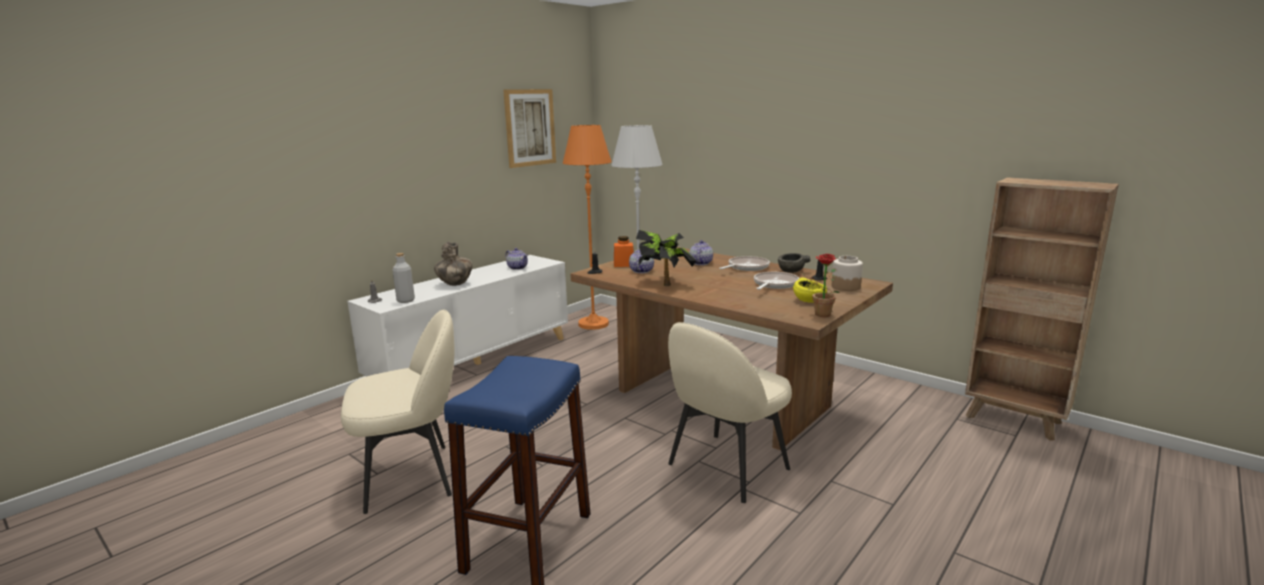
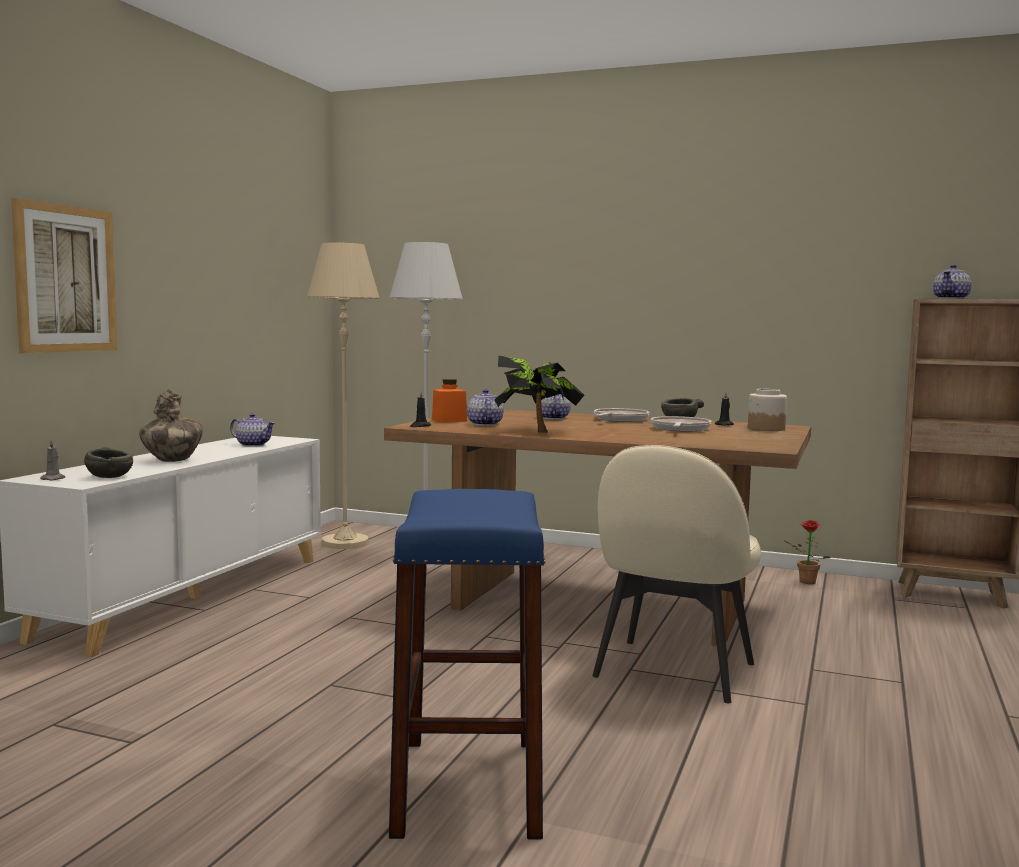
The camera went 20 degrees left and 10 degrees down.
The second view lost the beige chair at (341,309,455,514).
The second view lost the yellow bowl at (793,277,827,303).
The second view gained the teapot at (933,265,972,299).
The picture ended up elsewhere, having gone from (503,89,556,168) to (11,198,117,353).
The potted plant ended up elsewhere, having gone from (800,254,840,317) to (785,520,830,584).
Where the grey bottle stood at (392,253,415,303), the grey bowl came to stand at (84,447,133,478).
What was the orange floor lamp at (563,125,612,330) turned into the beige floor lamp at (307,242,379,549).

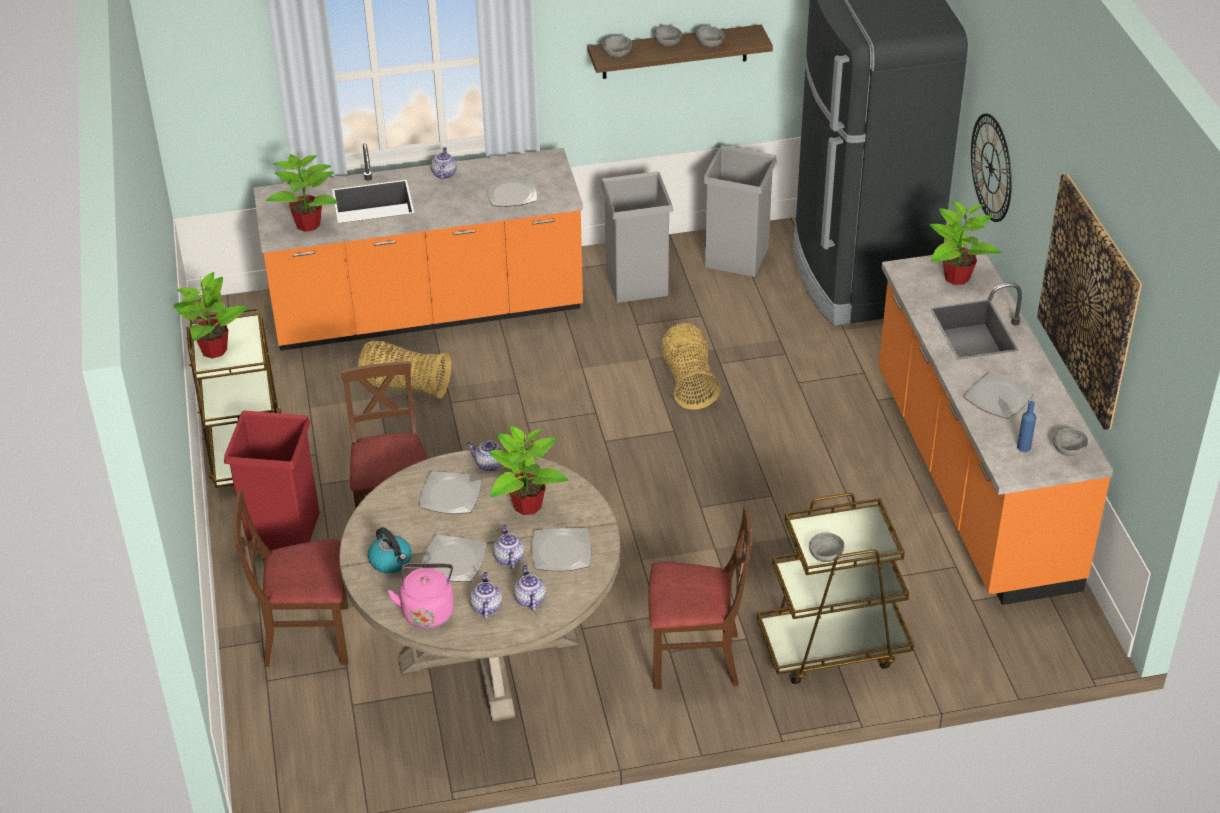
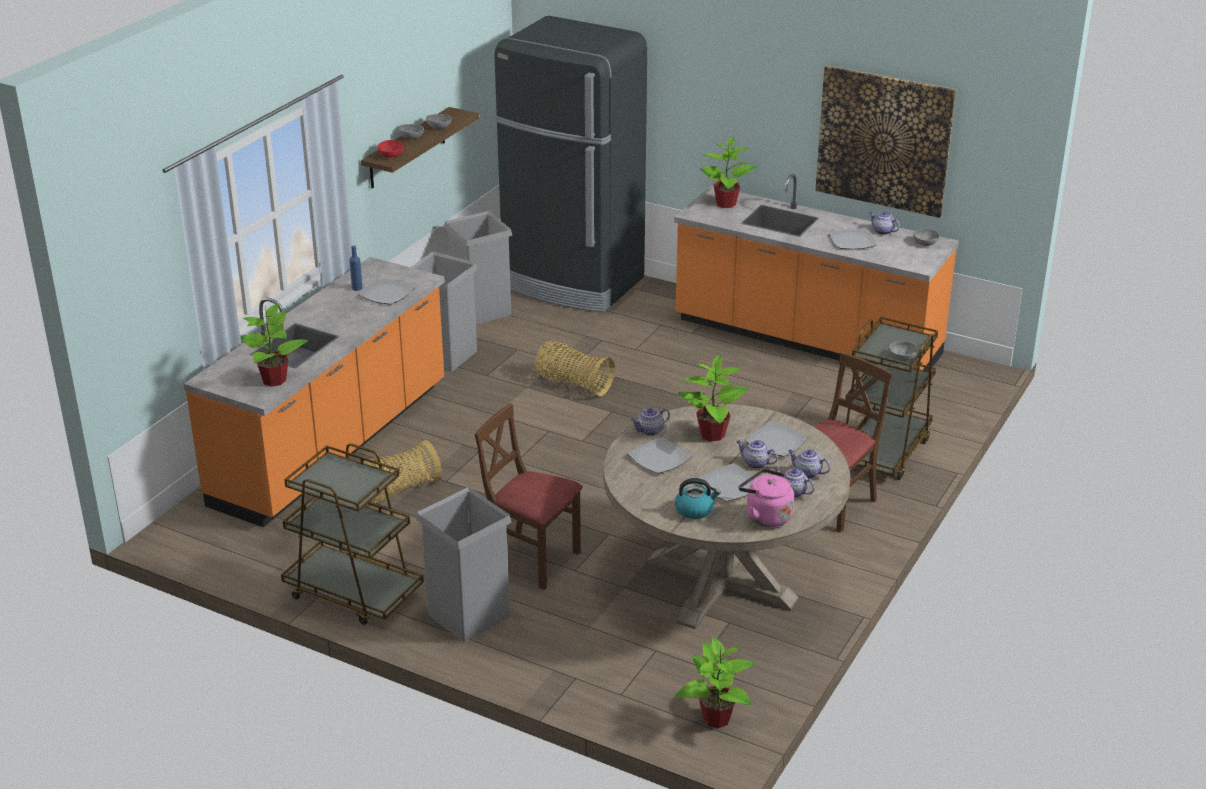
The camera went 50 degrees left and 10 degrees down.
The second view lost the brown chair at (233,490,348,667).
The second view lost the wall clock at (971,113,1012,222).
The potted plant ended up elsewhere, having gone from (174,272,248,358) to (676,637,755,728).
The teapot ended up elsewhere, having gone from (431,147,457,180) to (869,212,900,235).
The blue bottle ended up elsewhere, having gone from (1017,401,1036,452) to (349,246,363,291).
What was the red trash can at (224,411,320,551) turned into the grey trash can at (416,487,511,642).
What was the grey bowl at (602,35,632,57) turned into the red bowl at (377,140,403,158).

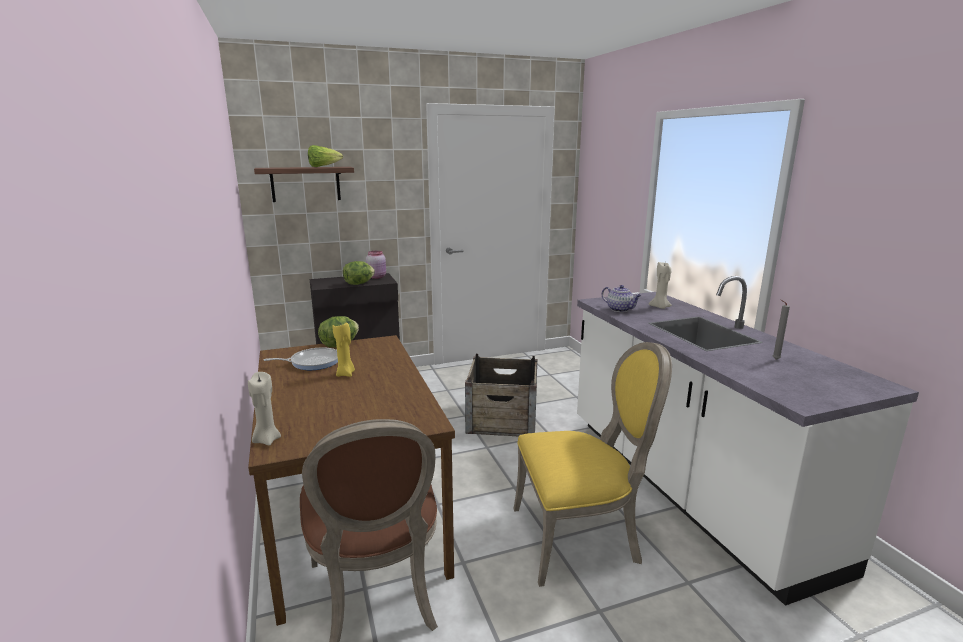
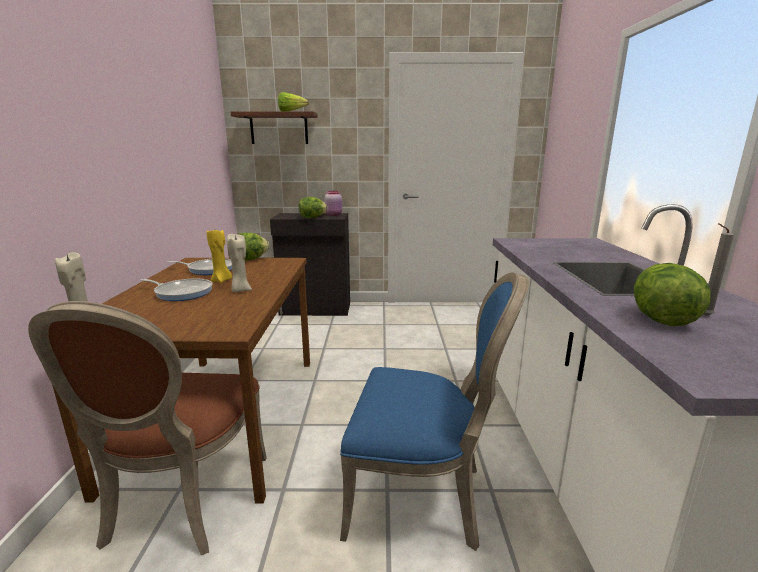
The camera went 20 degrees right and 0 degrees up.
The second view lost the crate at (465,354,537,436).
The second view lost the teapot at (602,285,641,312).
The second view gained the frying pan at (141,279,213,301).
The second view gained the lettuce at (634,263,711,326).
The beige candle ended up elsewhere, having gone from (649,262,672,309) to (227,234,252,292).
What was the yellow chair at (513,342,672,587) turned into the blue chair at (340,272,529,551).

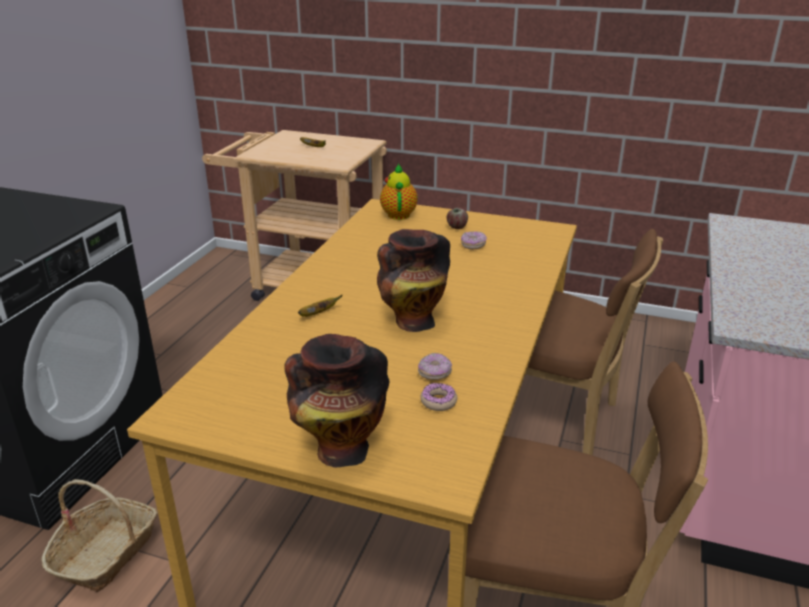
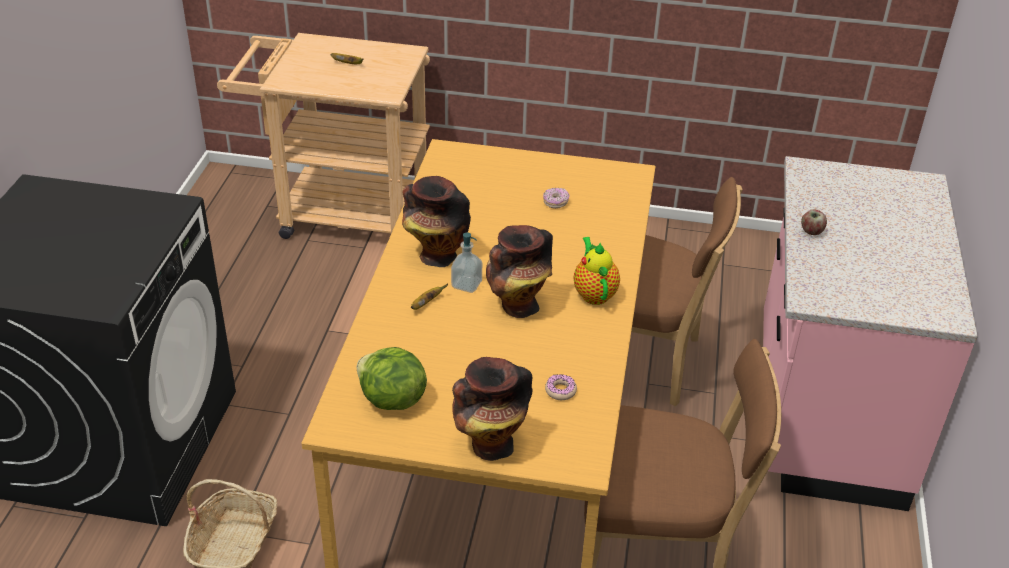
The camera went 10 degrees left and 10 degrees up.
The second view lost the donut at (418,353,452,380).
The second view gained the lettuce at (357,347,427,410).
The second view gained the vase at (402,176,471,267).
The second view gained the soap dispenser at (451,232,482,293).
The teapot ended up elsewhere, having gone from (380,164,418,220) to (574,237,620,305).
The apple ended up elsewhere, having gone from (447,208,468,229) to (801,210,827,235).

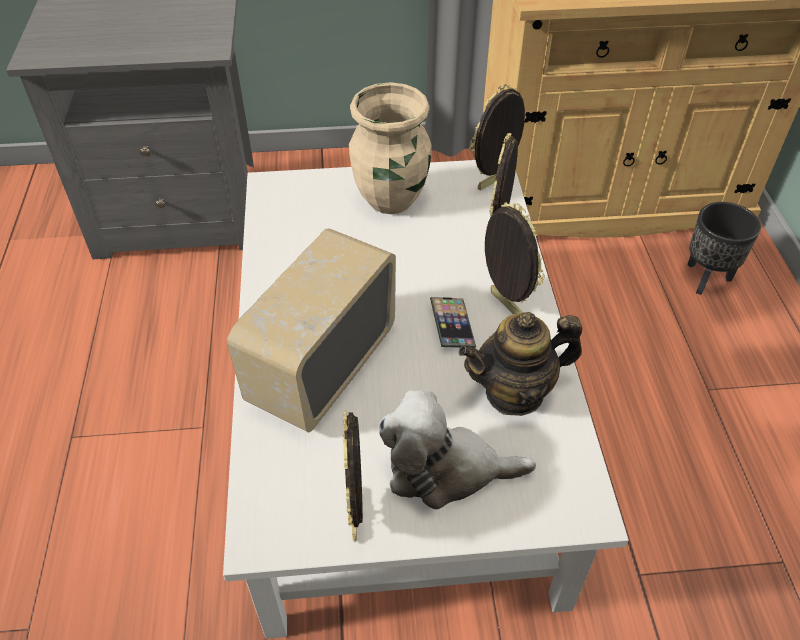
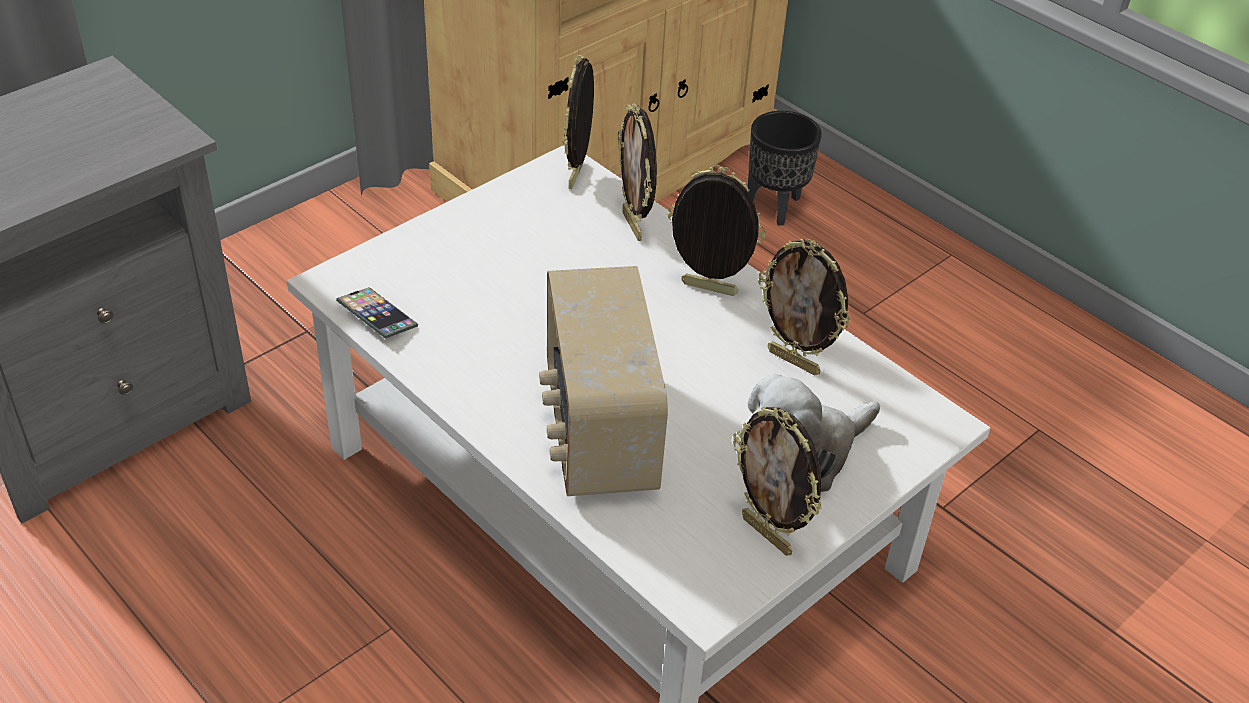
The camera went 40 degrees left and 5 degrees down.
The second view lost the beige vase at (349,82,432,214).
The phone ended up elsewhere, having gone from (430,297,476,348) to (336,287,418,339).
Where the teapot stood at (459,312,582,416), the picture frame came to stand at (758,239,851,375).

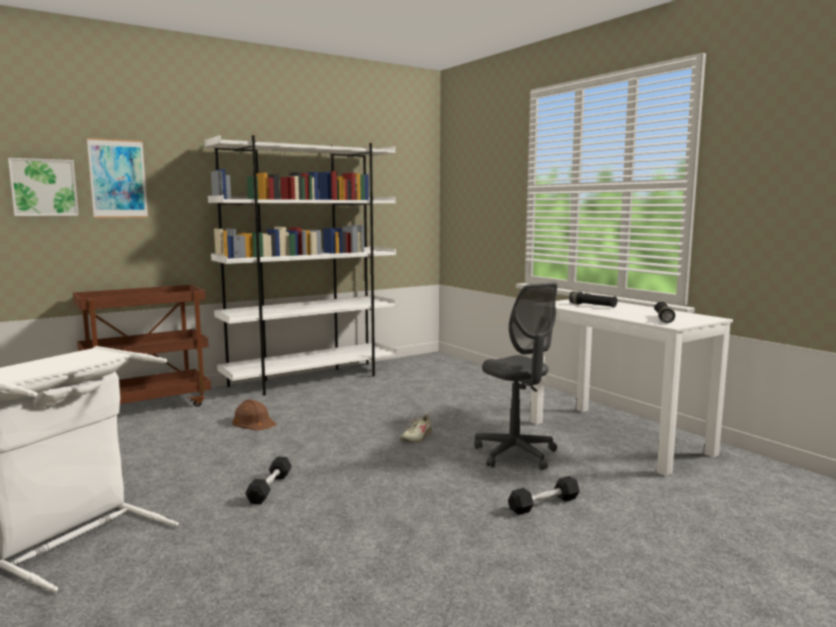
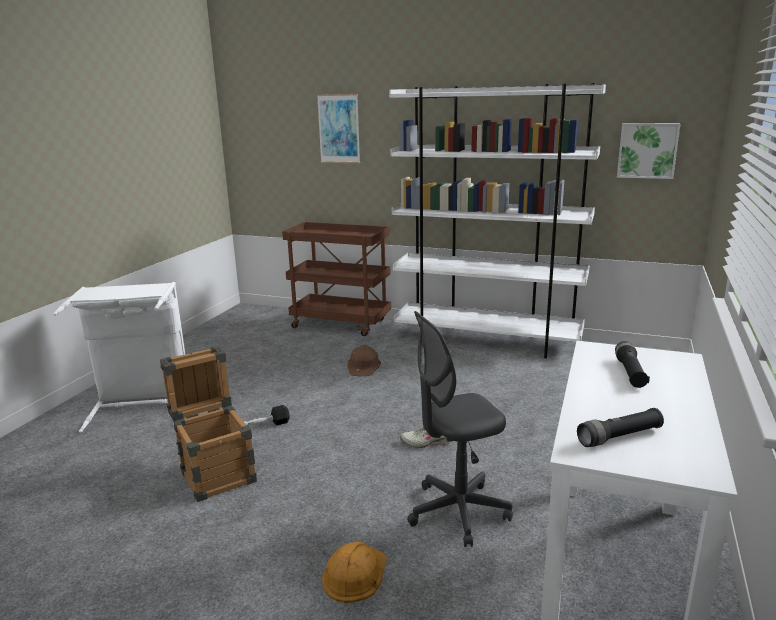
The camera went 55 degrees right and 10 degrees up.
The second view gained the crate at (160,346,257,502).
The picture ended up elsewhere, having gone from (8,158,79,216) to (617,123,681,179).
Where the black dumbbell stood at (508,476,580,515), the orange hard hat came to stand at (322,541,387,603).
The grey office chair at (474,282,558,470) ended up facing another way, 45 degrees clockwise from before.

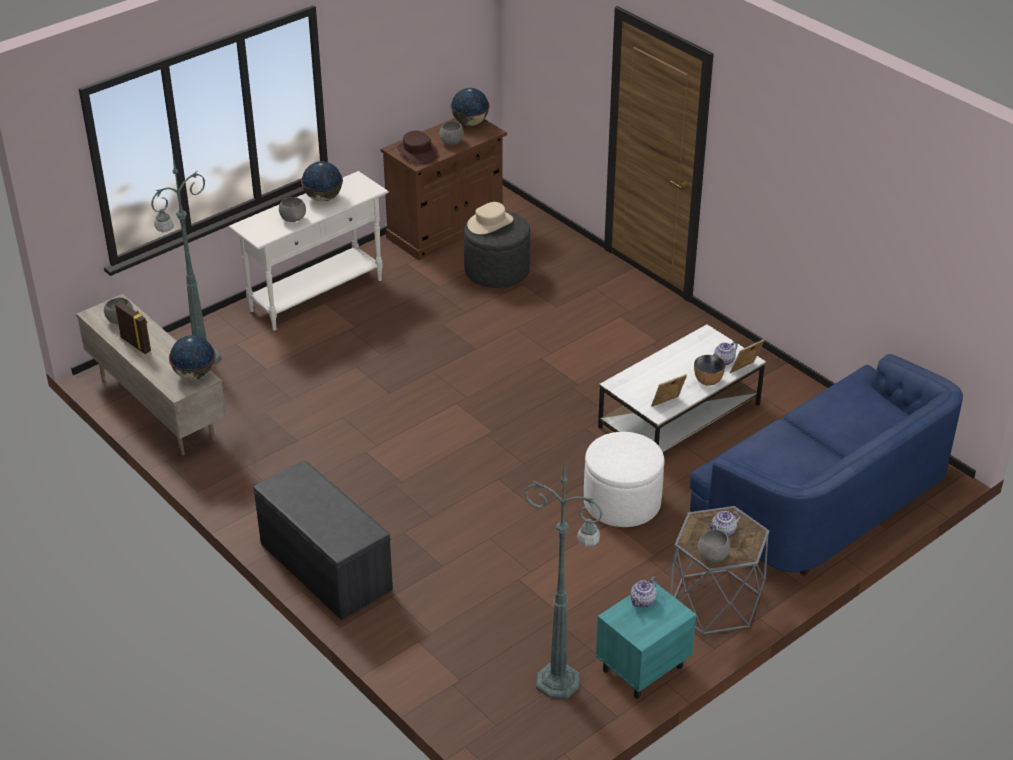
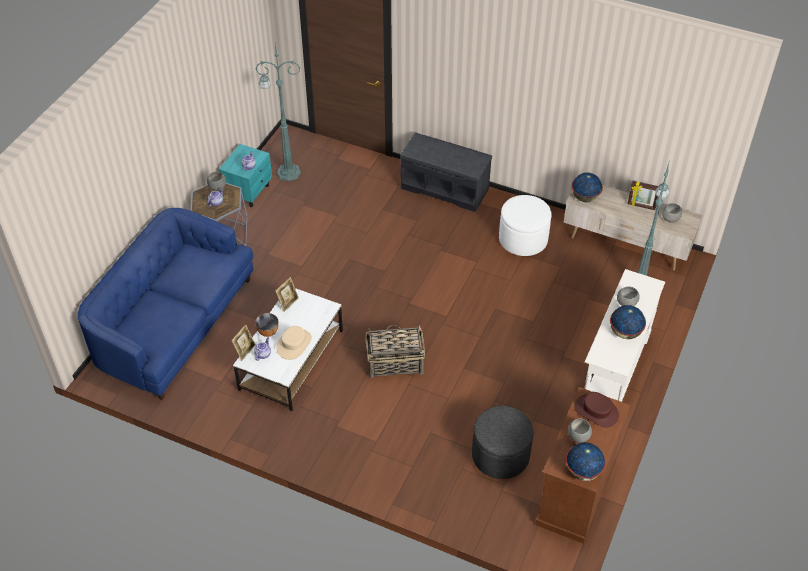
The camera went 155 degrees right and 10 degrees up.
The second view gained the basket at (365,325,425,378).
The beige hat ended up elsewhere, having gone from (467,202,513,235) to (277,326,312,360).
The white ottoman ended up elsewhere, having gone from (584,432,665,527) to (499,195,552,256).

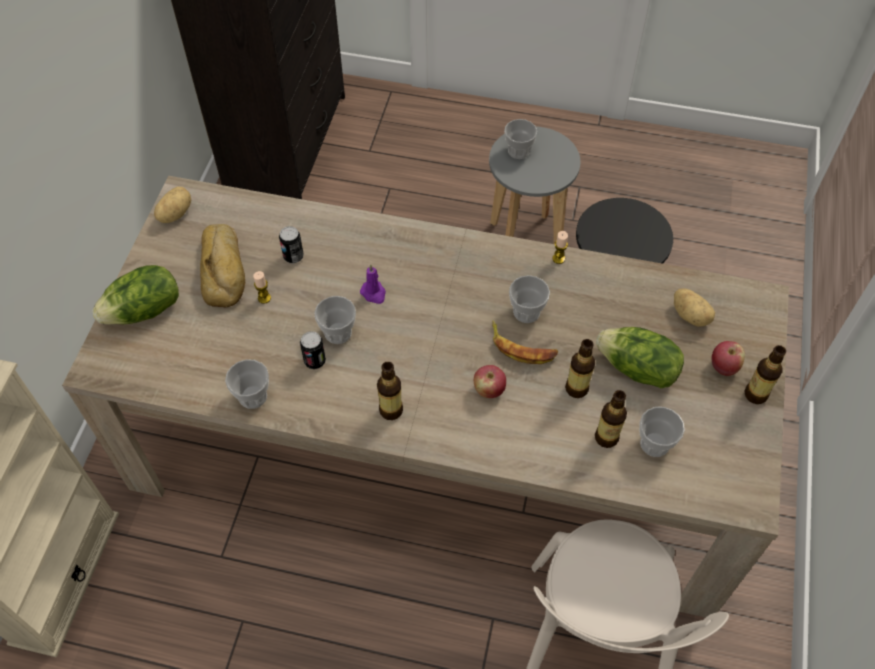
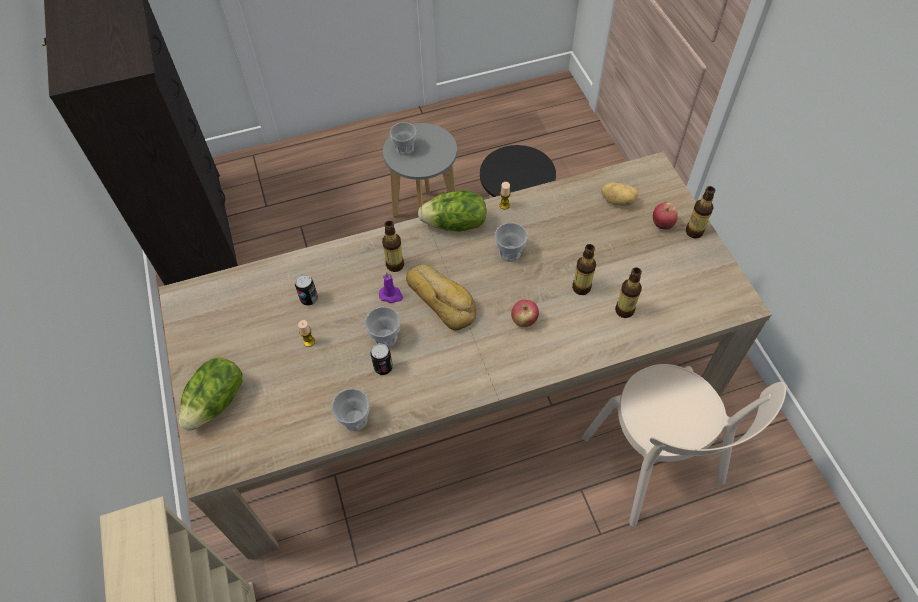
The camera went 30 degrees left and 0 degrees up.
The second view lost the potato at (154,186,191,223).
The second view lost the banana at (492,320,559,364).
The second view lost the cup at (639,407,685,457).
The bread ended up elsewhere, having gone from (200,224,245,307) to (406,264,476,330).
The bottle ended up elsewhere, having gone from (377,362,403,420) to (382,221,404,272).
The lettuce ended up elsewhere, having gone from (596,327,684,388) to (418,190,487,232).

